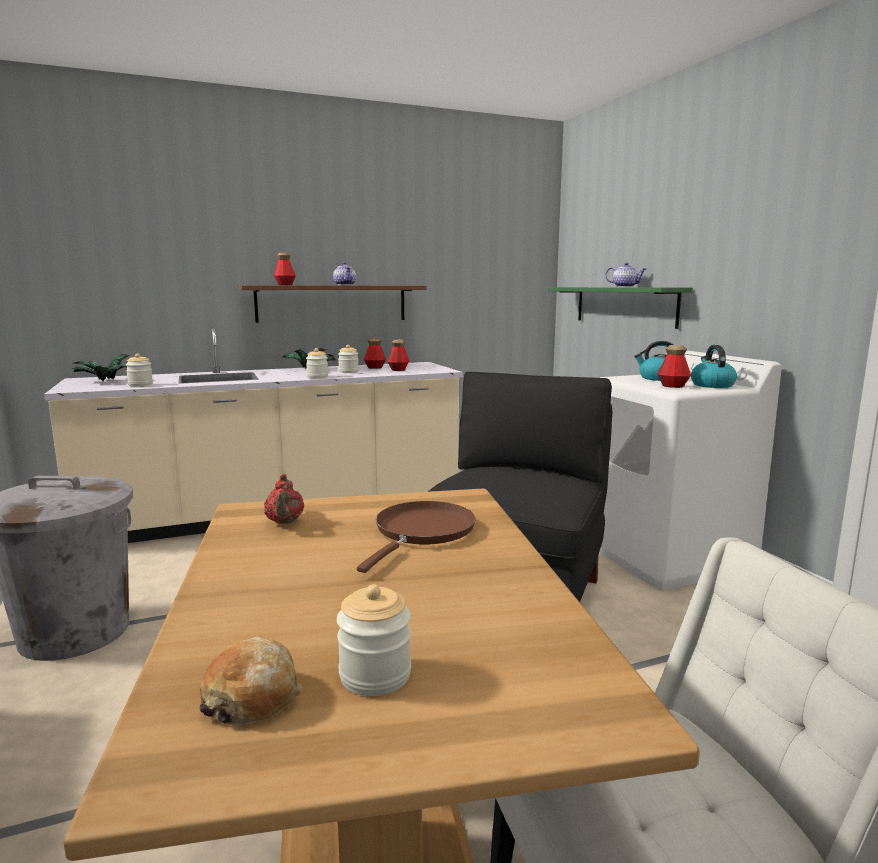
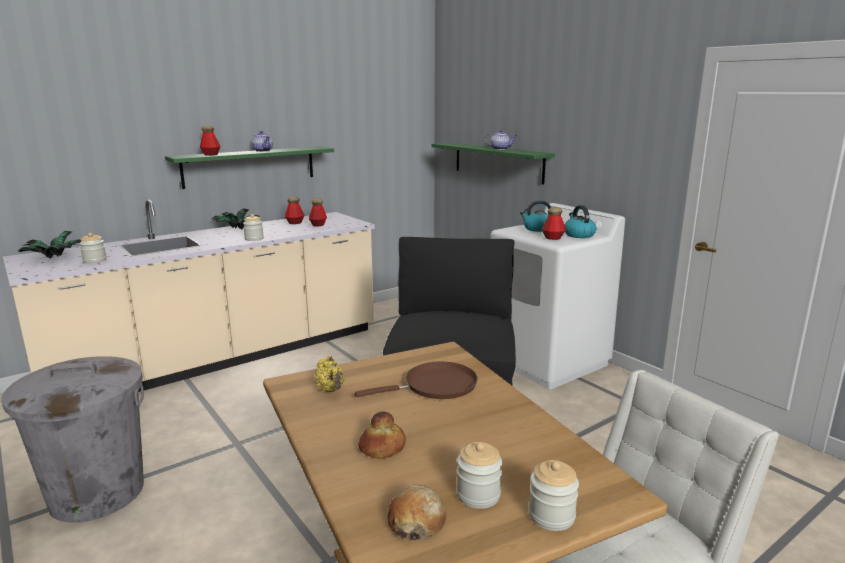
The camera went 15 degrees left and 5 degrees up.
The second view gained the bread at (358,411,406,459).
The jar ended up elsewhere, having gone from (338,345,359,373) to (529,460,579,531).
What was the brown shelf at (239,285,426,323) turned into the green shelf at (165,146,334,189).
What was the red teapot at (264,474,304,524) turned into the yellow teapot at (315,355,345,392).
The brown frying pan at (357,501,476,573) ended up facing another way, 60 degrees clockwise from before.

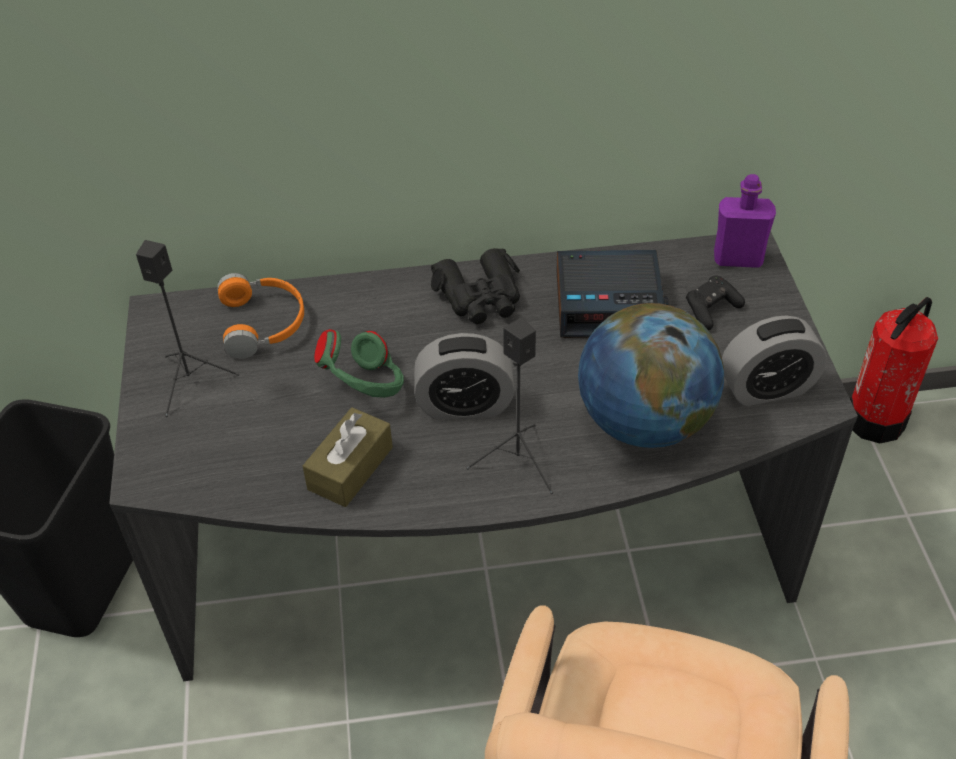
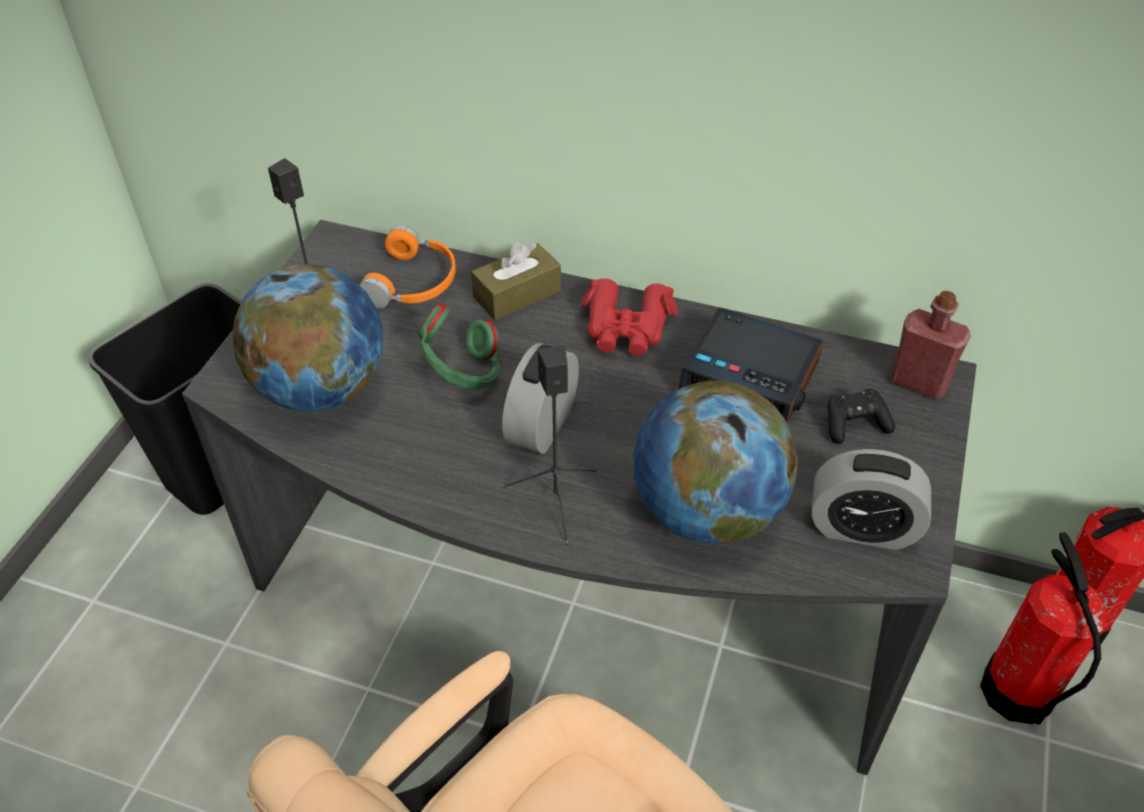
The camera went 25 degrees right and 0 degrees up.
The second view gained the globe at (232,264,383,412).
The second view gained the fire extinguisher at (980,532,1108,725).
The brown tissue box ended up elsewhere, having gone from (303,407,393,507) to (471,241,561,320).
What was the black binoculars at (431,248,520,324) turned into the red binoculars at (580,278,678,356).
What was the purple bottle at (714,174,776,268) turned into the red bottle at (891,291,970,399).
The alarm clock at (414,333,514,419) ended up facing another way, 90 degrees clockwise from before.

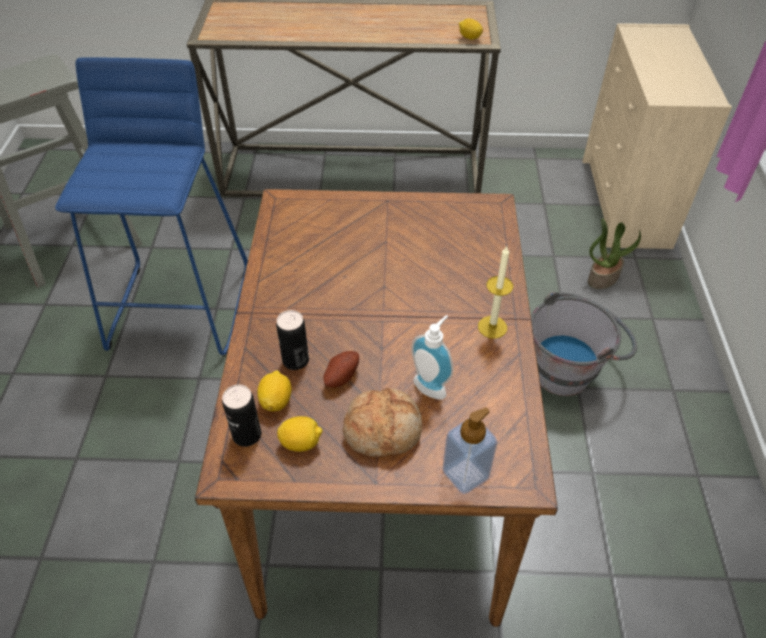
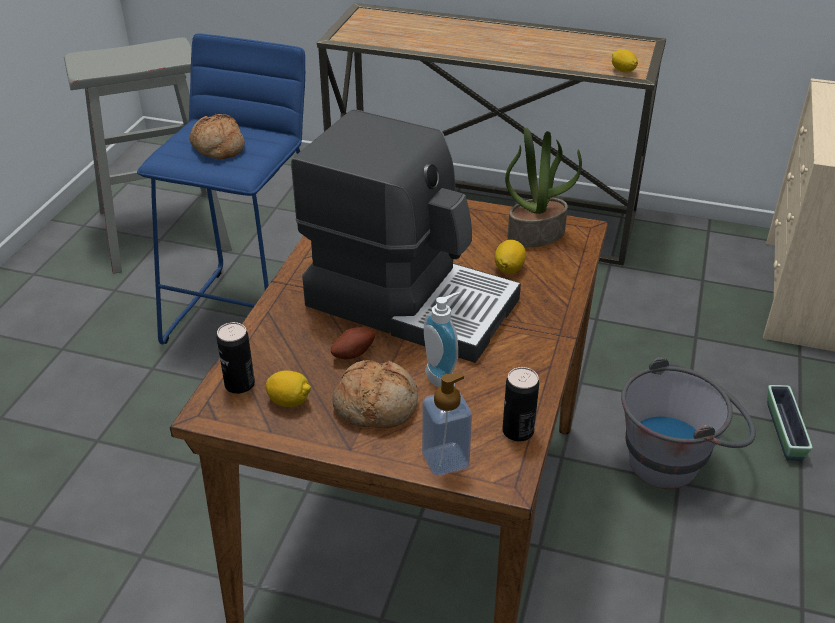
The camera went 15 degrees right and 10 degrees down.
The second view lost the candle at (478,247,513,339).
The second view gained the bread at (190,114,245,159).
The second view gained the coffee machine at (291,109,521,363).
The second view gained the planter at (767,385,813,461).
The lemon ended up elsewhere, having gone from (257,370,291,411) to (495,240,526,273).
The can ended up elsewhere, having gone from (276,310,309,370) to (502,367,539,441).
The potted plant ended up elsewhere, having gone from (588,218,641,289) to (505,128,582,247).

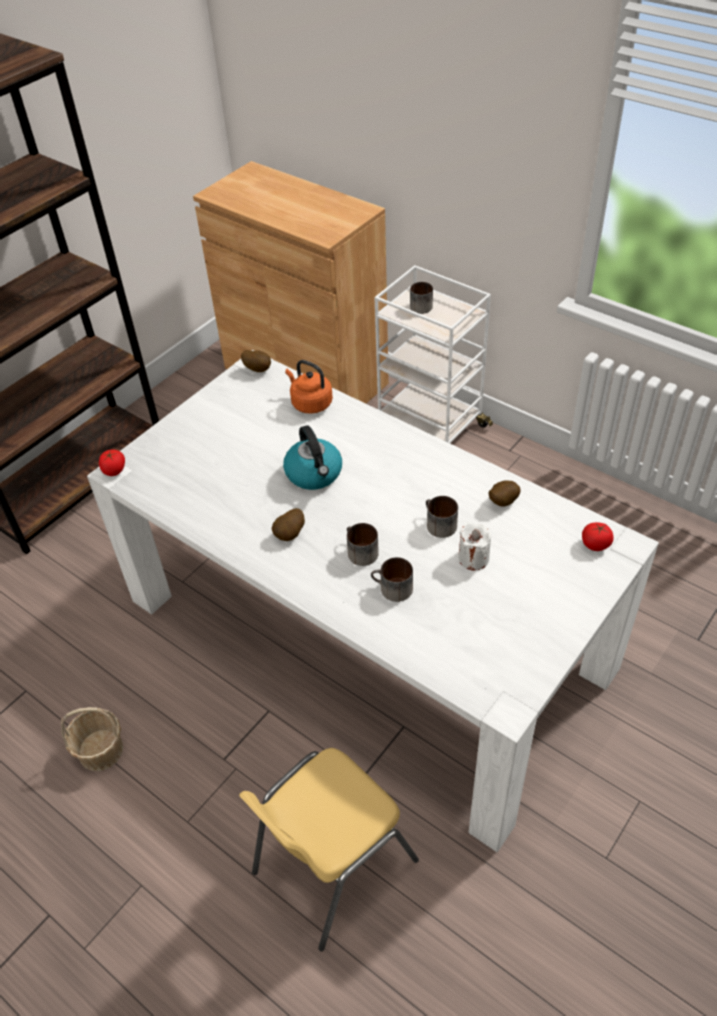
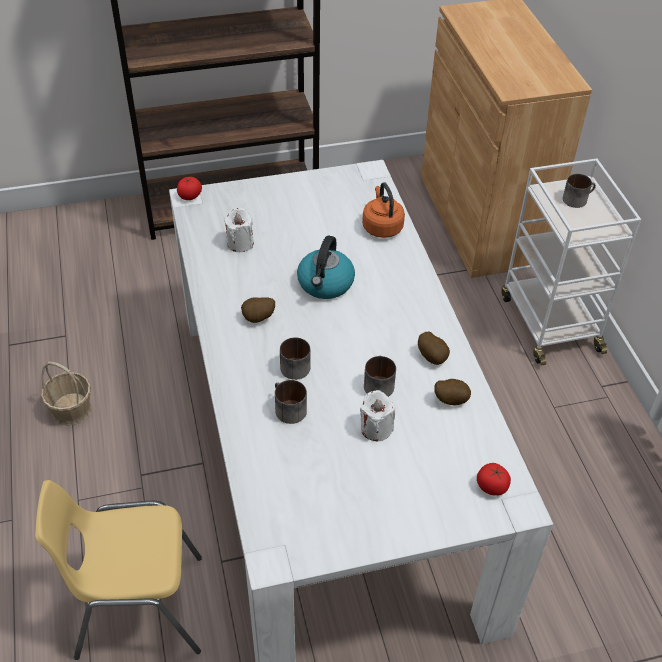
The camera went 35 degrees right and 0 degrees up.
The second view gained the white candle at (224,208,254,252).
The potato ended up elsewhere, having gone from (241,350,271,372) to (418,332,450,365).

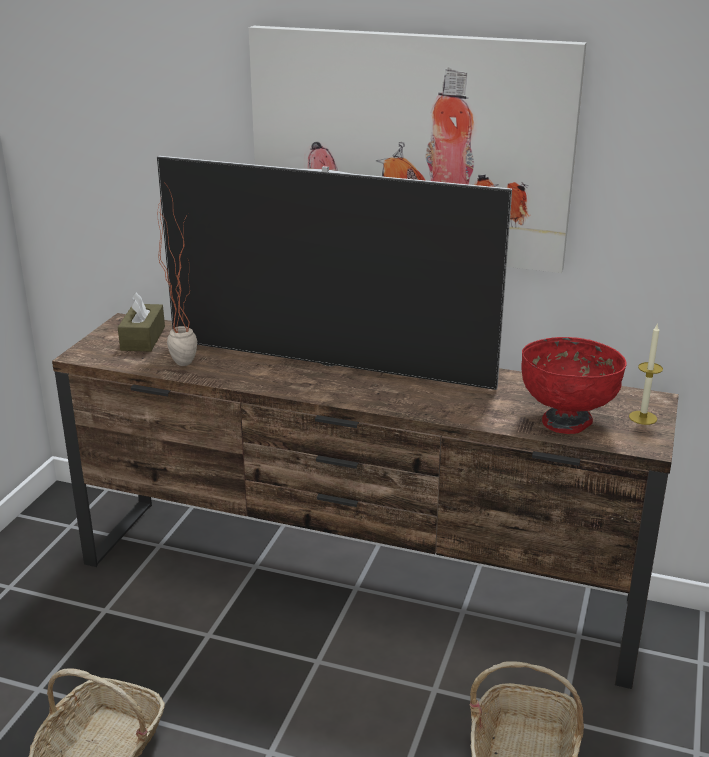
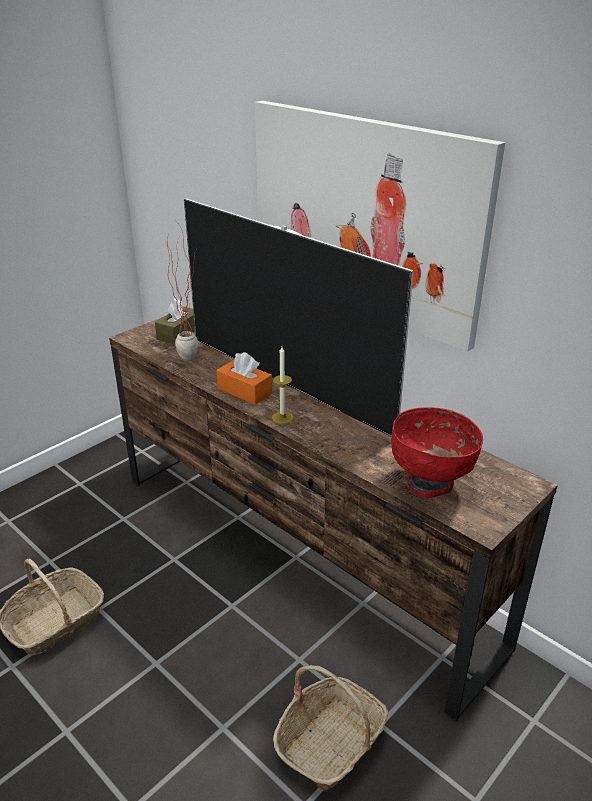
The camera went 25 degrees right and 5 degrees up.
The second view gained the orange tissue box at (217,352,272,405).
The candle ended up elsewhere, having gone from (629,325,663,425) to (272,347,294,424).

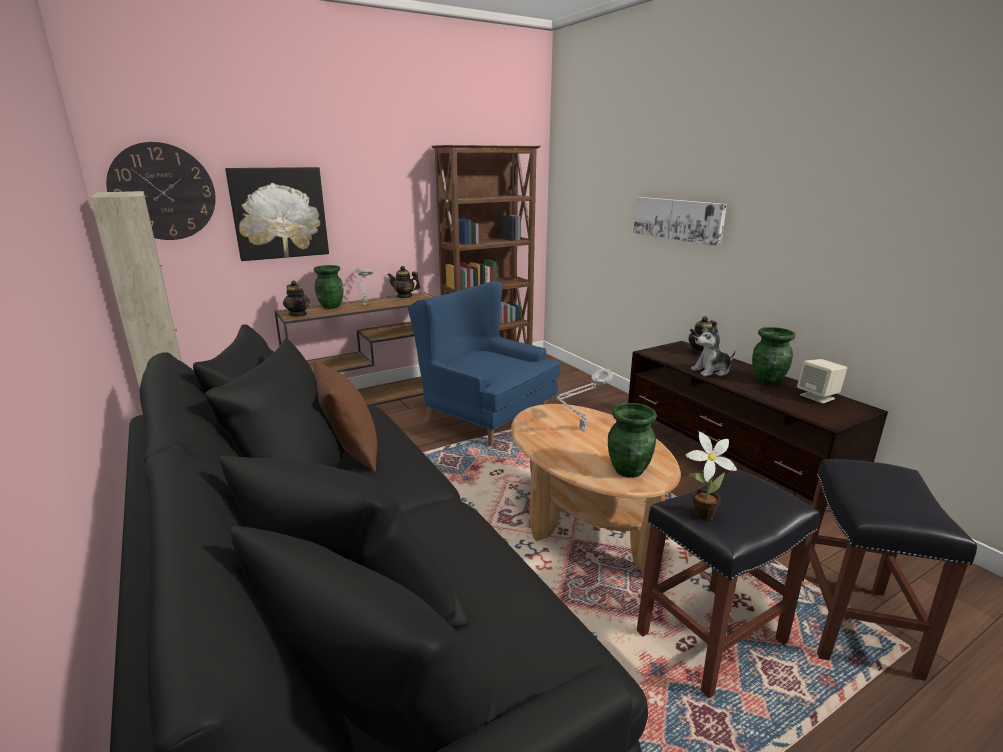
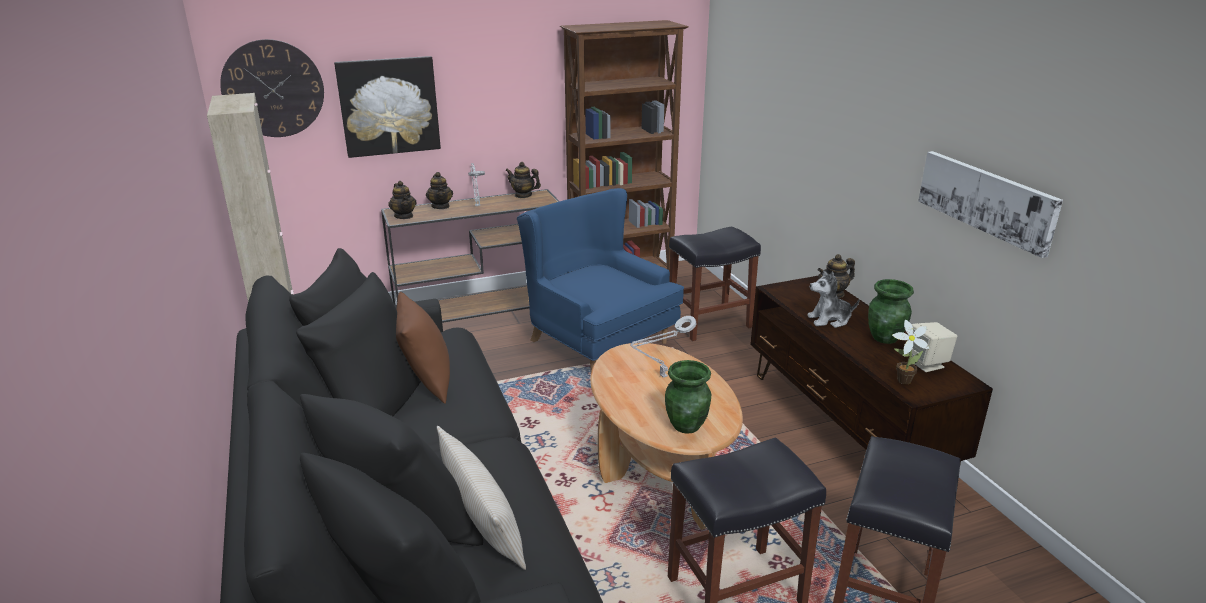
The camera went 10 degrees right and 5 degrees up.
The second view gained the beige pillow at (437,426,526,570).
The second view gained the black stool at (669,227,761,341).
The picture ended up elsewhere, having gone from (633,197,727,246) to (918,151,1063,258).
The potted plant ended up elsewhere, having gone from (685,432,737,521) to (892,319,929,384).
Where the green vase stood at (314,265,343,309), the teapot came to stand at (426,172,453,209).

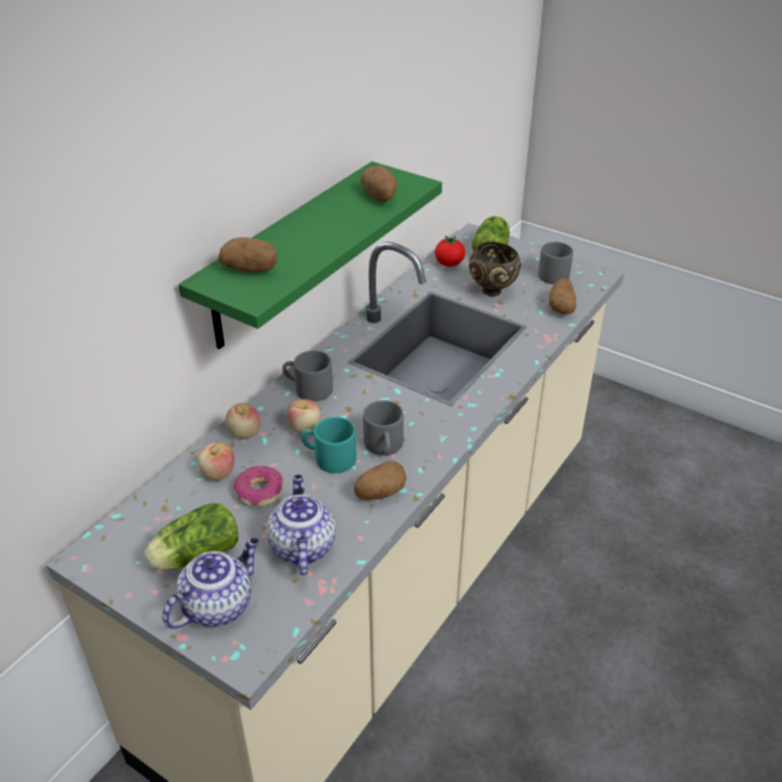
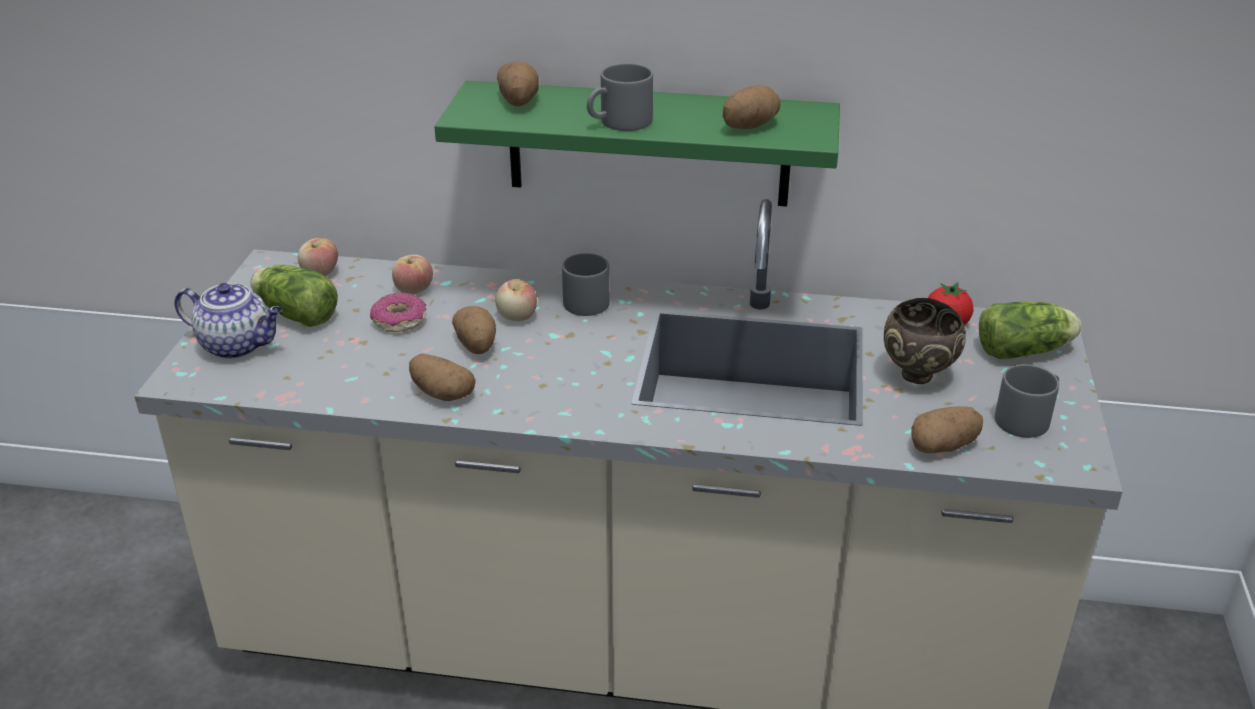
The camera went 65 degrees right and 5 degrees down.
The second view lost the teapot at (266,475,336,575).
The apple ended up elsewhere, having gone from (225,403,260,439) to (298,238,338,276).
The grey mug ended up elsewhere, having gone from (363,400,404,456) to (587,63,653,131).
Where the turquoise mug stood at (301,417,356,473), the potato came to stand at (452,306,496,354).

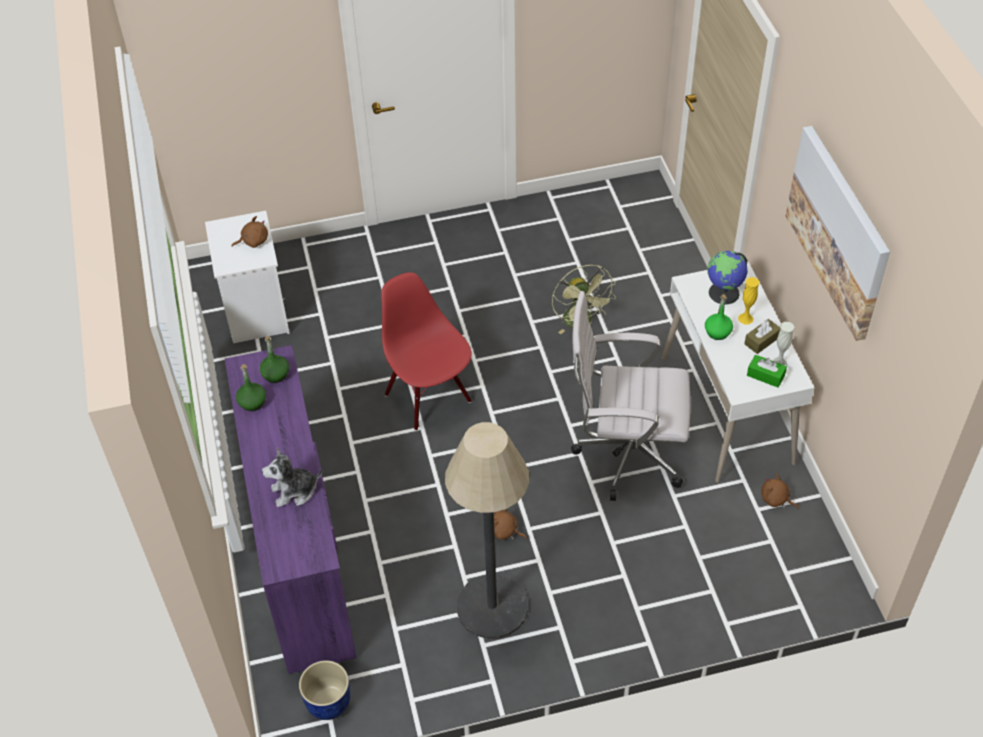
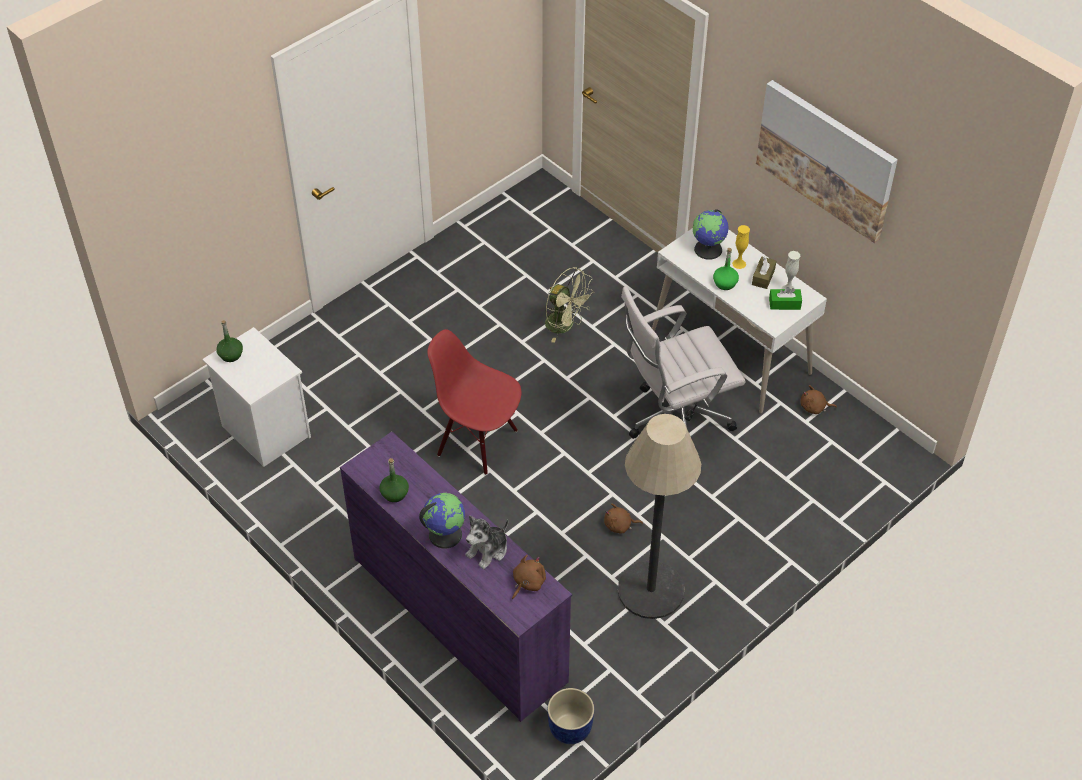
The camera went 30 degrees left and 0 degrees up.
The second view gained the globe at (419,493,465,549).
The brown plush toy ended up elsewhere, having gone from (232,216,268,248) to (512,555,546,600).
The green bottle ended up elsewhere, having gone from (259,336,289,383) to (216,320,243,362).

